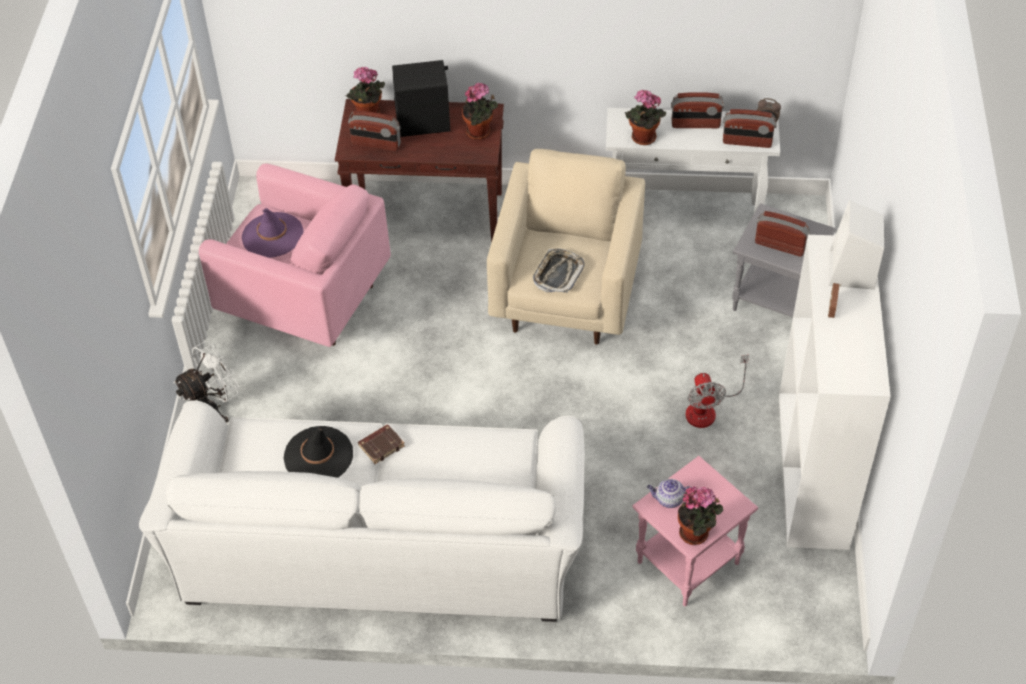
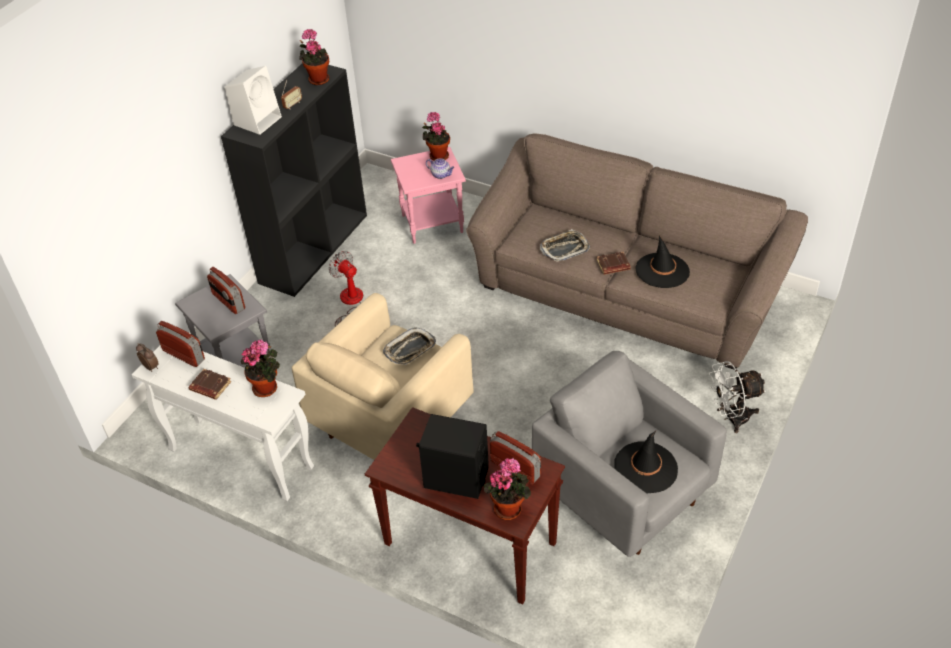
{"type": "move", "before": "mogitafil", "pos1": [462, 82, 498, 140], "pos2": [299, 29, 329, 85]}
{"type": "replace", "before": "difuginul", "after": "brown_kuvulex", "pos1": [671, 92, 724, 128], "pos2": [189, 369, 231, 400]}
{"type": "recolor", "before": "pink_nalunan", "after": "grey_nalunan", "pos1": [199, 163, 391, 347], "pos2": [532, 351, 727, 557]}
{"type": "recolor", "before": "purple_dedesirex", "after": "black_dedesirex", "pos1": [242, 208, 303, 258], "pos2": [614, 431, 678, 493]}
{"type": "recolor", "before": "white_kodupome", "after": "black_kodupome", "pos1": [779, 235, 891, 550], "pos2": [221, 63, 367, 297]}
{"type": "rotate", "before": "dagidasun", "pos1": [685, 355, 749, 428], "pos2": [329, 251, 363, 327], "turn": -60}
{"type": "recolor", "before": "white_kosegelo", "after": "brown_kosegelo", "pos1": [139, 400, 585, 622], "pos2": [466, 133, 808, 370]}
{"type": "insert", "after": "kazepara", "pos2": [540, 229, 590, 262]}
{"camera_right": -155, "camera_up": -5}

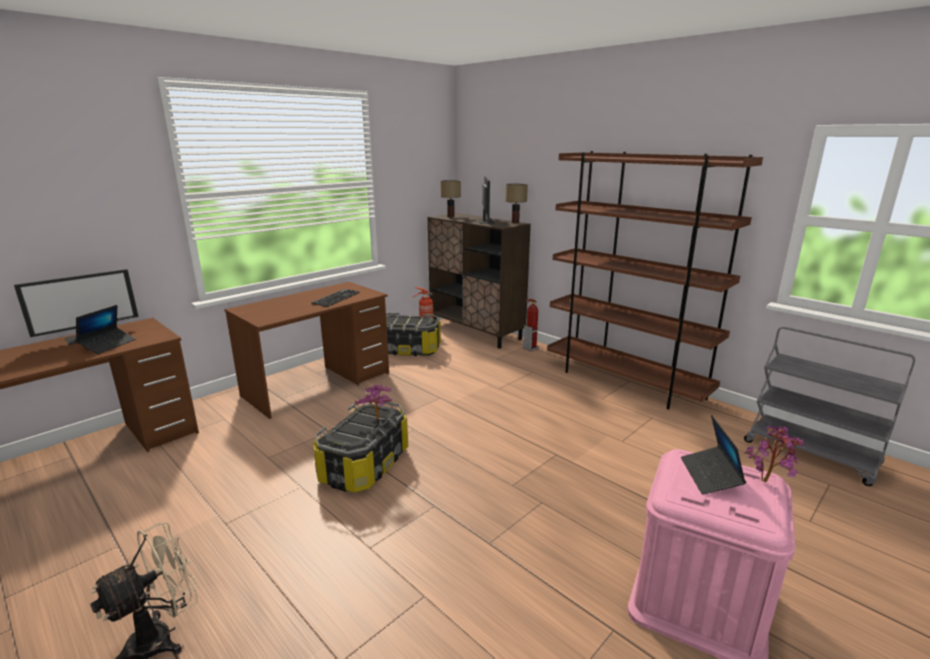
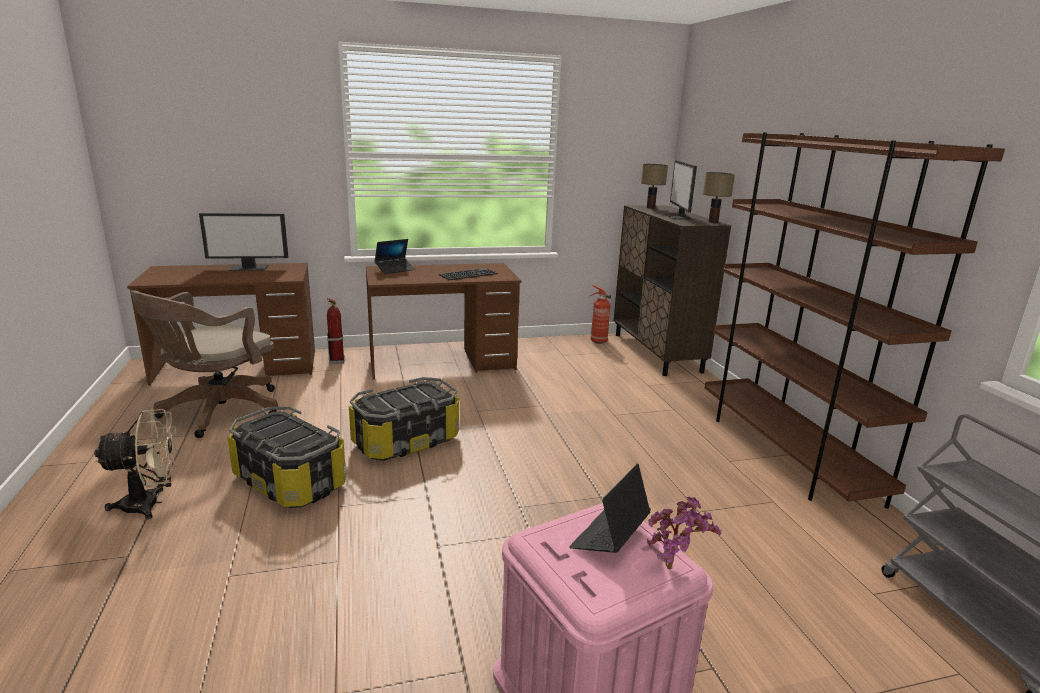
{"type": "rotate", "before": "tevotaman", "pos1": [478, 176, 495, 224], "pos2": [665, 160, 697, 220], "turn": 150}
{"type": "move", "before": "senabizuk", "pos1": [523, 299, 539, 352], "pos2": [327, 298, 345, 364]}
{"type": "move", "before": "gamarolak", "pos1": [76, 305, 136, 354], "pos2": [374, 239, 415, 274]}
{"type": "move", "before": "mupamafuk", "pos1": [386, 313, 441, 356], "pos2": [227, 406, 346, 508]}
{"type": "delete", "before": "mogitafil", "pos1": [355, 385, 392, 419]}
{"type": "insert", "after": "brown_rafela", "pos2": [130, 290, 278, 438]}
{"camera_right": 30, "camera_up": 0}

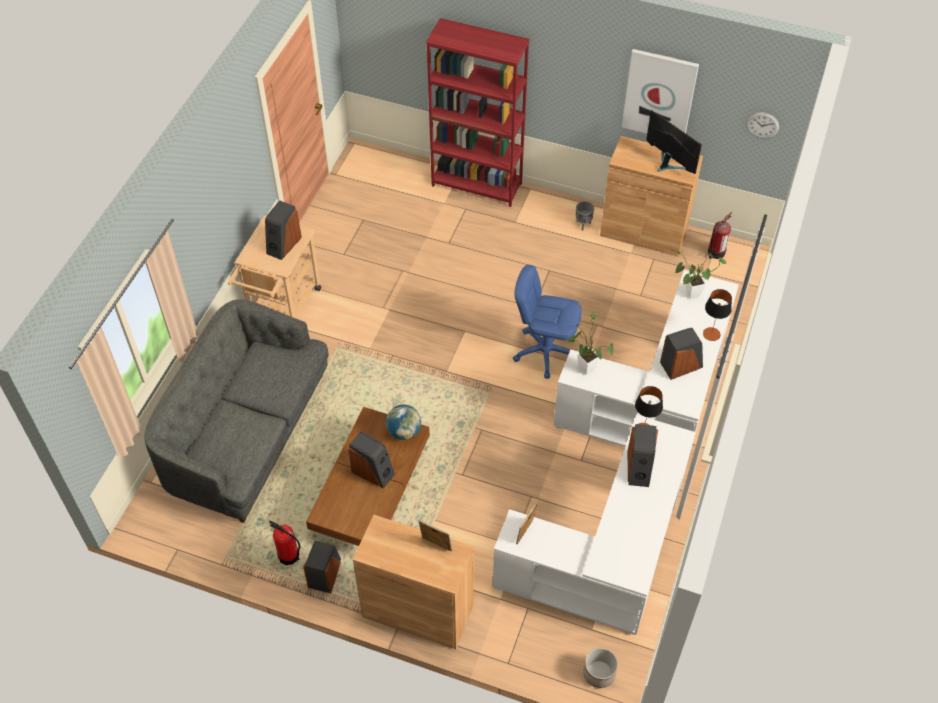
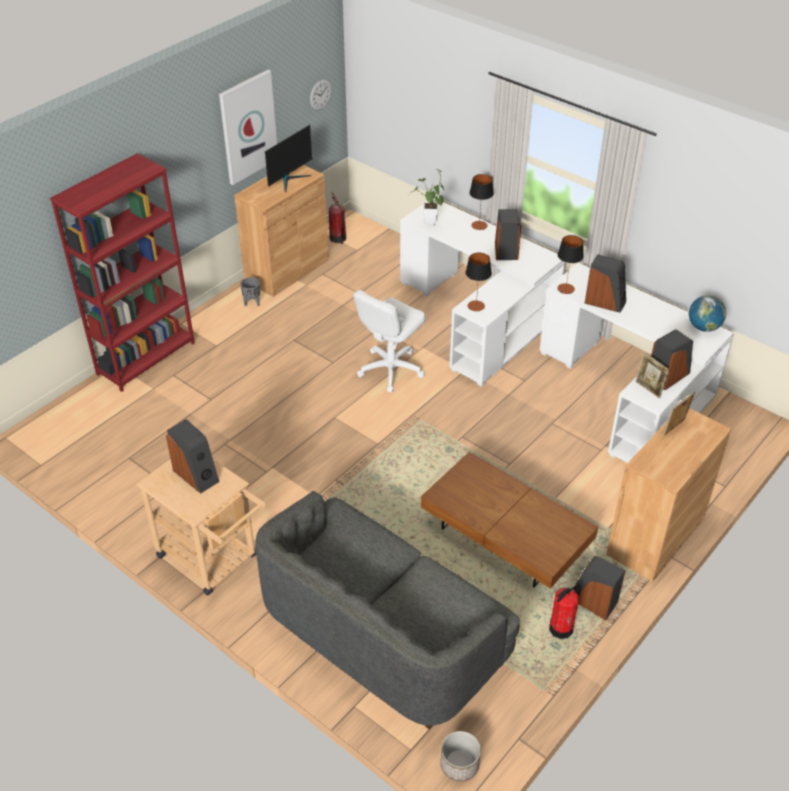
{"type": "rotate", "before": "tevotaman", "pos1": [646, 110, 702, 174], "pos2": [265, 125, 312, 192], "turn": 150}
{"type": "recolor", "before": "blue_rafela", "after": "white_rafela", "pos1": [513, 265, 581, 379], "pos2": [353, 290, 426, 392]}
{"type": "replace", "before": "mogitafil", "after": "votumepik", "pos1": [567, 313, 614, 375], "pos2": [465, 253, 492, 311]}
{"type": "move", "before": "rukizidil", "pos1": [386, 404, 421, 440], "pos2": [689, 295, 726, 332]}
{"type": "move", "before": "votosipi", "pos1": [349, 431, 395, 488], "pos2": [651, 329, 693, 390]}
{"type": "move", "before": "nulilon", "pos1": [583, 648, 618, 688], "pos2": [440, 731, 481, 782]}
{"camera_right": -70, "camera_up": -10}

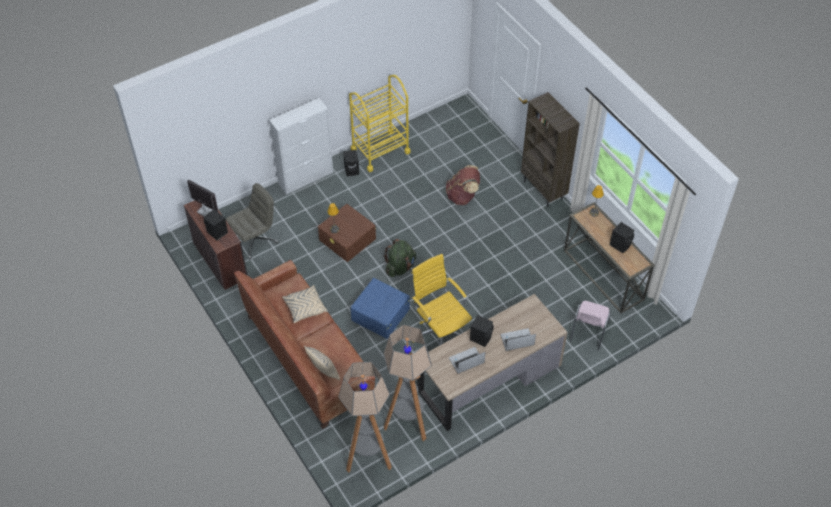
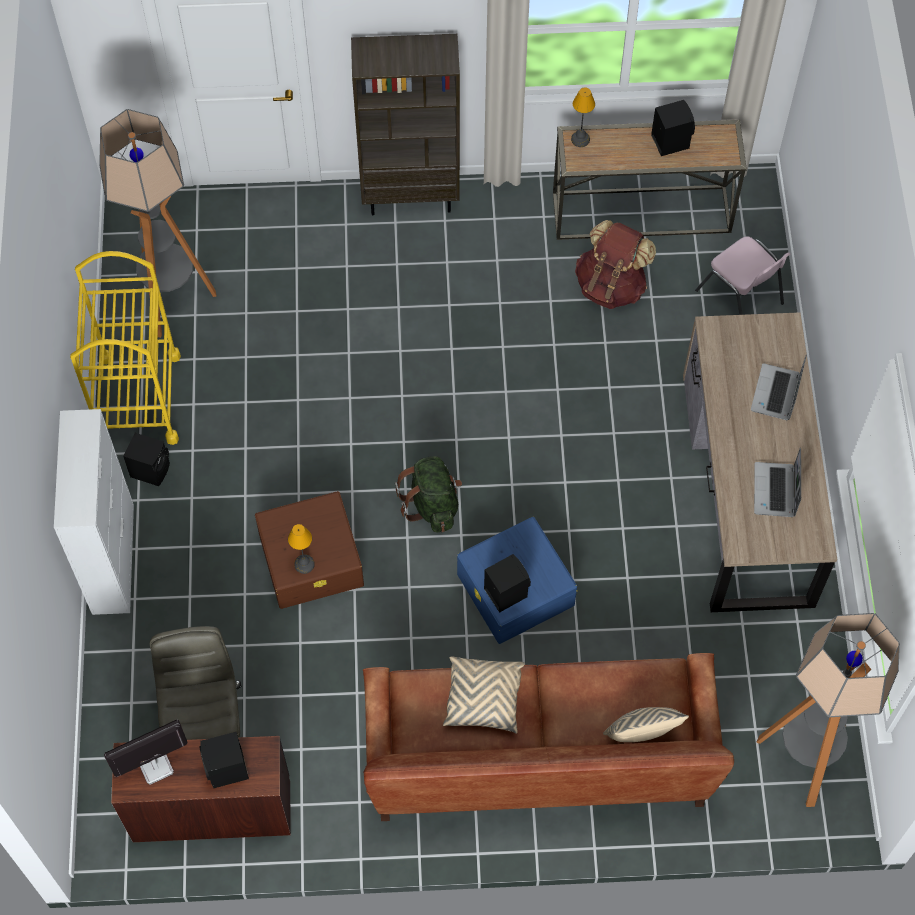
{"type": "move", "before": "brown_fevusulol", "pos1": [446, 165, 480, 205], "pos2": [575, 220, 656, 309]}
{"type": "delete", "before": "yellow_rafela", "pos1": [412, 254, 472, 345]}
{"type": "move", "before": "black_votosipi", "pos1": [470, 315, 494, 347], "pos2": [484, 554, 531, 613]}
{"type": "move", "before": "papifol", "pos1": [383, 324, 432, 441], "pos2": [99, 109, 217, 338]}
{"camera_right": -60, "camera_up": 10}

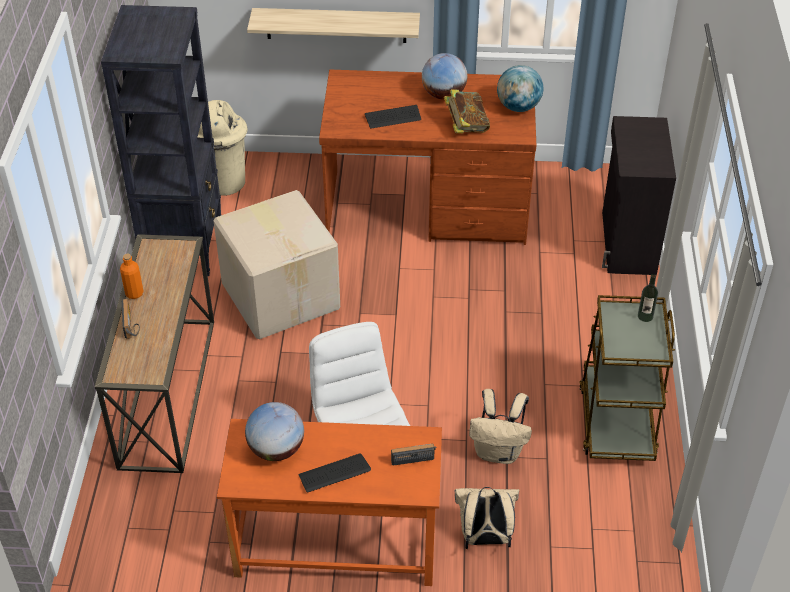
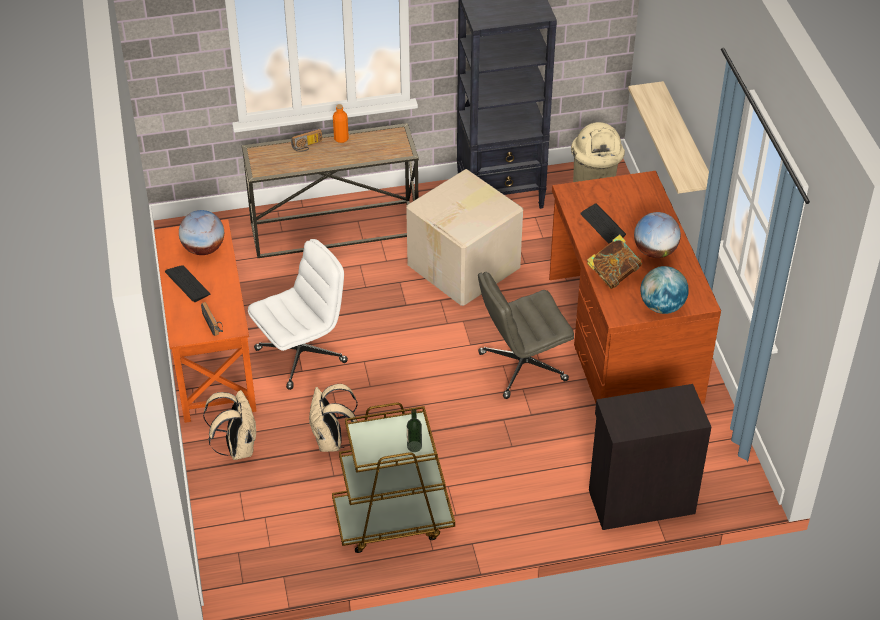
{"type": "insert", "after": "grey_rafela", "pos2": [478, 272, 574, 399]}
{"camera_right": 75, "camera_up": 0}

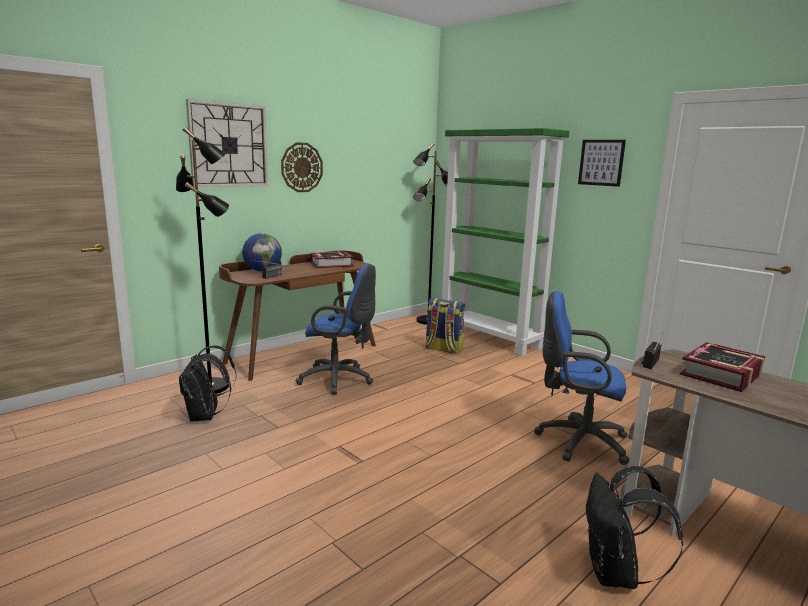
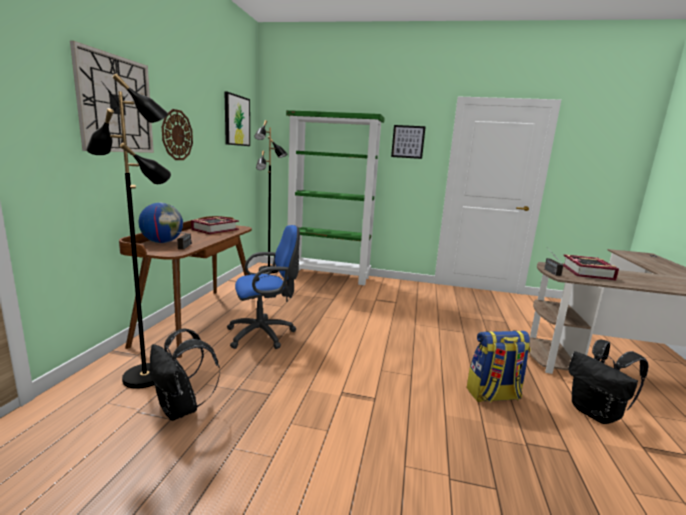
{"type": "delete", "before": "blue_rafela", "pos1": [534, 291, 629, 465]}
{"type": "move", "before": "fevusulol", "pos1": [425, 298, 465, 354], "pos2": [467, 330, 531, 402]}
{"type": "insert", "after": "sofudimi", "pos2": [225, 92, 250, 146]}
{"camera_right": -35, "camera_up": 0}

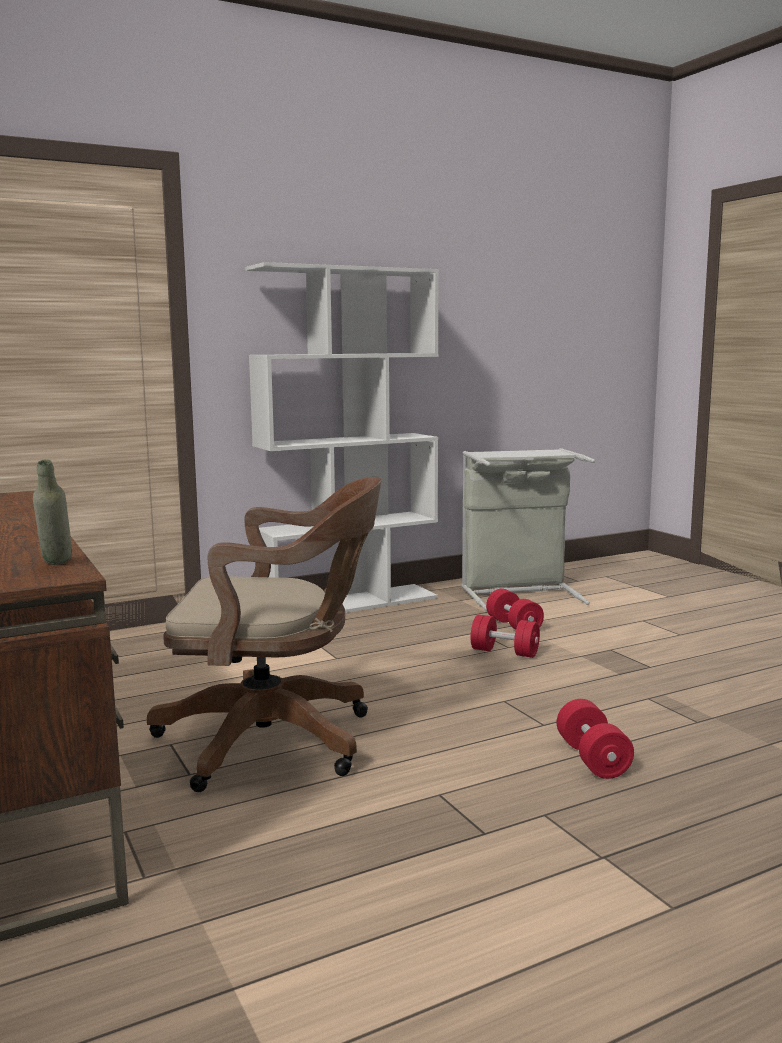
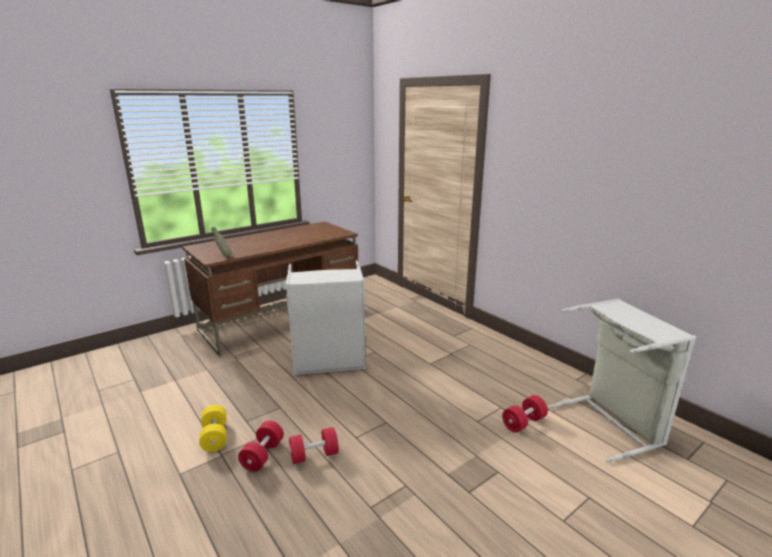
{"type": "delete", "before": "white_kodupome", "pos1": [245, 262, 439, 613]}
{"type": "replace", "before": "brown_rafela", "after": "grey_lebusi", "pos1": [147, 477, 382, 792], "pos2": [286, 260, 366, 375]}
{"type": "move", "before": "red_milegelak", "pos1": [471, 615, 540, 658], "pos2": [238, 421, 284, 472]}
{"type": "insert", "after": "yellow_milegelak", "pos2": [199, 405, 227, 452]}
{"camera_right": 80, "camera_up": 10}

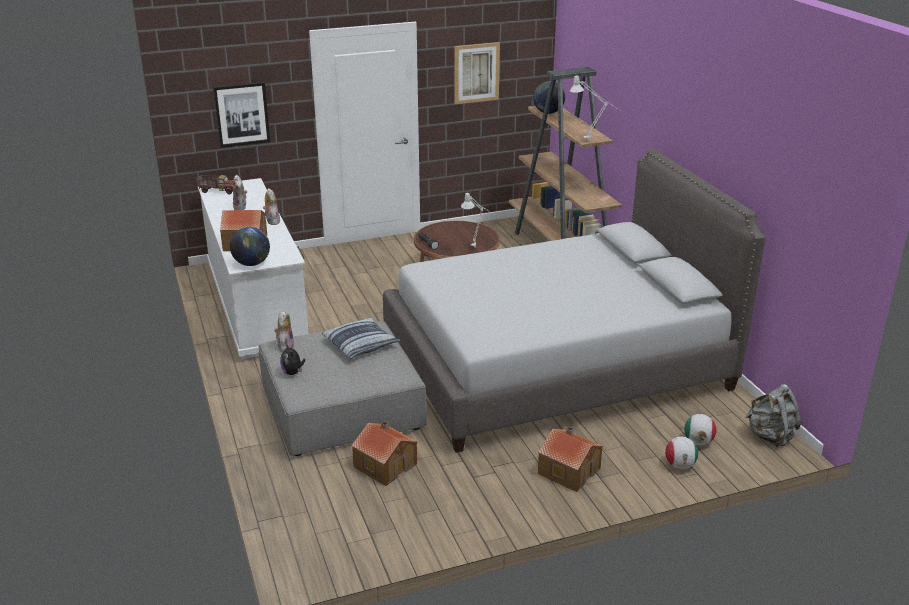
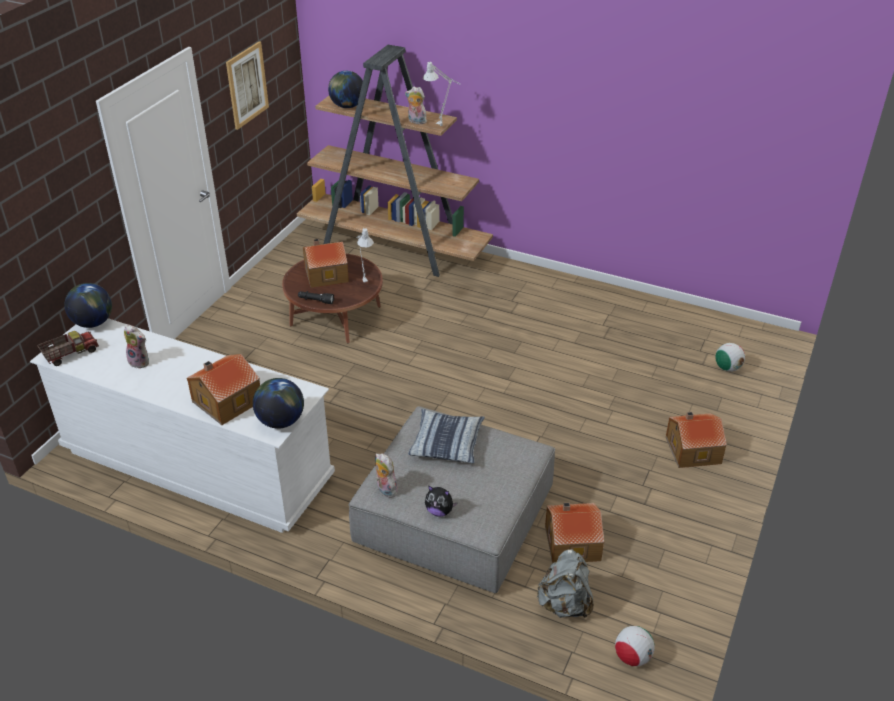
{"type": "delete", "before": "sofudimi", "pos1": [213, 82, 270, 148]}
{"type": "delete", "before": "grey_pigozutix", "pos1": [383, 148, 766, 453]}
{"type": "move", "before": "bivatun", "pos1": [263, 188, 280, 225], "pos2": [405, 86, 427, 124]}
{"type": "move", "before": "grey_fevusulol", "pos1": [745, 384, 802, 447], "pos2": [536, 549, 594, 618]}
{"type": "move", "before": "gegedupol", "pos1": [665, 437, 698, 469], "pos2": [615, 626, 655, 666]}
{"type": "insert", "after": "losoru", "pos2": [303, 239, 349, 288]}
{"type": "insert", "after": "rukizidil", "pos2": [64, 283, 112, 328]}
{"camera_right": -45, "camera_up": 10}

